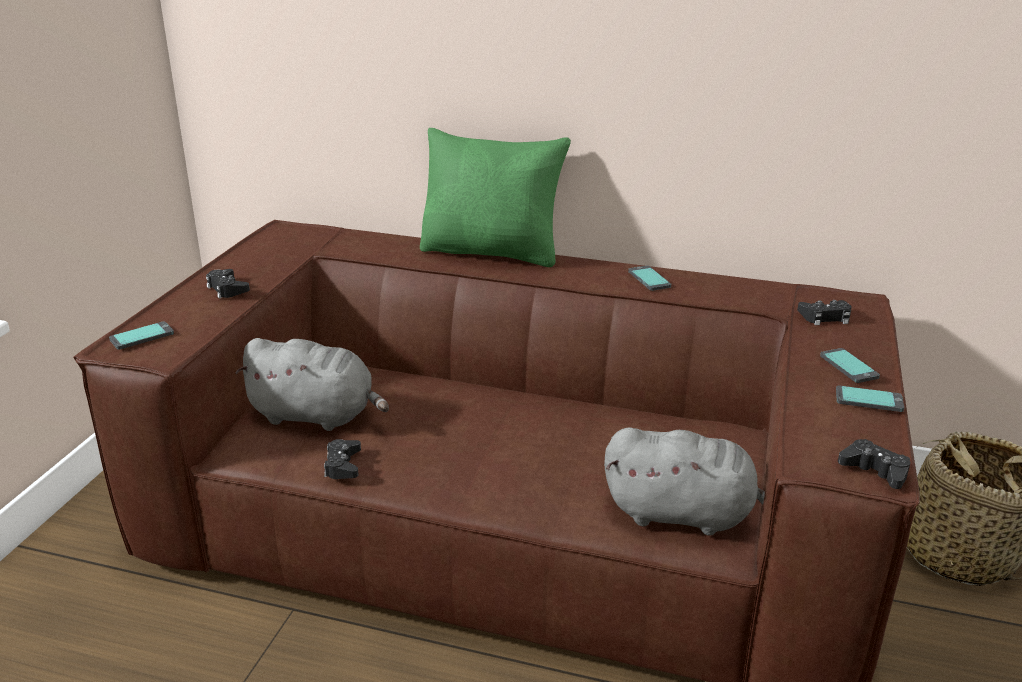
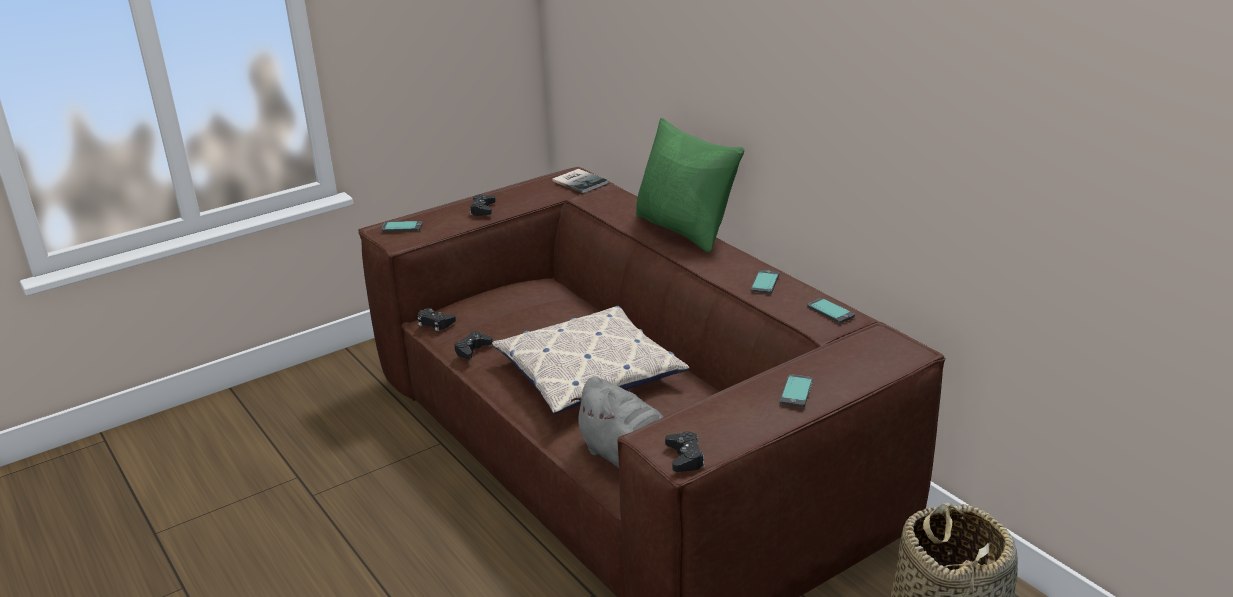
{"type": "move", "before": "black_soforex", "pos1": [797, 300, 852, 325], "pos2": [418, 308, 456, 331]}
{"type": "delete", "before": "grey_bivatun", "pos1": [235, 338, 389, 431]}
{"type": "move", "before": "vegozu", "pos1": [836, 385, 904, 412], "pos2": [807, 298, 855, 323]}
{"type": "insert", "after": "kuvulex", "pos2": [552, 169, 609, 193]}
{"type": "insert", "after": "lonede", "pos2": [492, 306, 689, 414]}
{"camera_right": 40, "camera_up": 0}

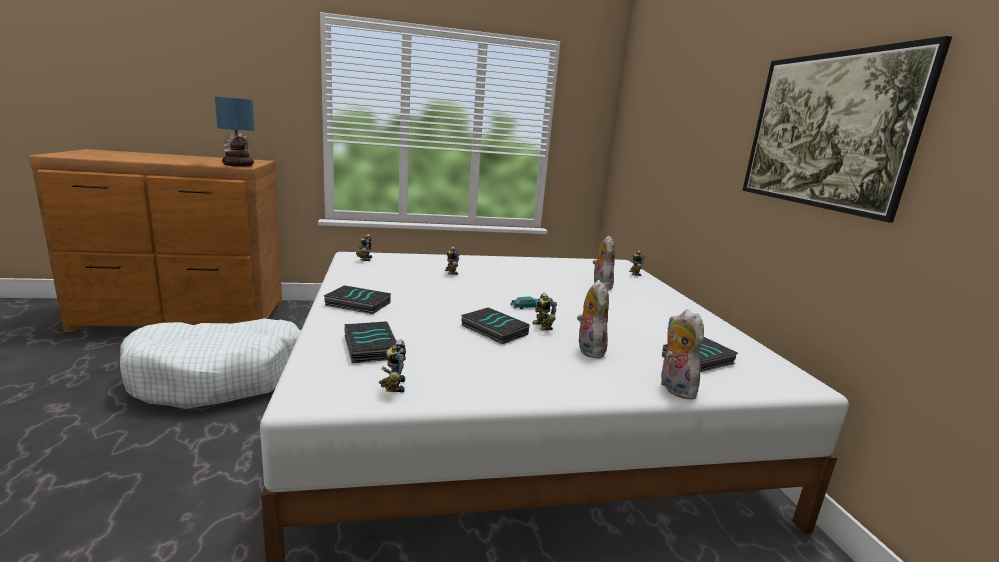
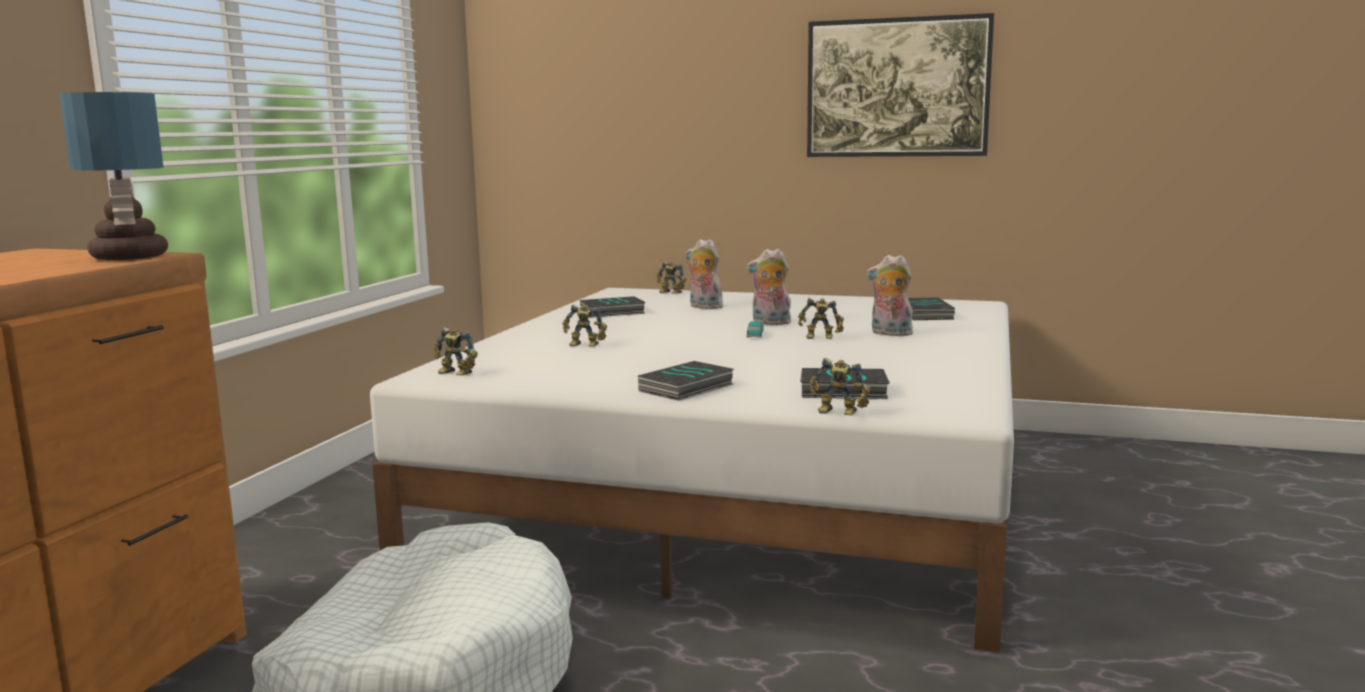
{"type": "move", "before": "kuvulex", "pos1": [461, 307, 530, 344], "pos2": [580, 296, 646, 318]}
{"type": "move", "before": "bivatun", "pos1": [661, 309, 704, 400], "pos2": [746, 249, 791, 325]}
{"type": "move", "before": "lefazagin", "pos1": [379, 339, 406, 392], "pos2": [809, 358, 871, 415]}
{"camera_right": -60, "camera_up": -5}

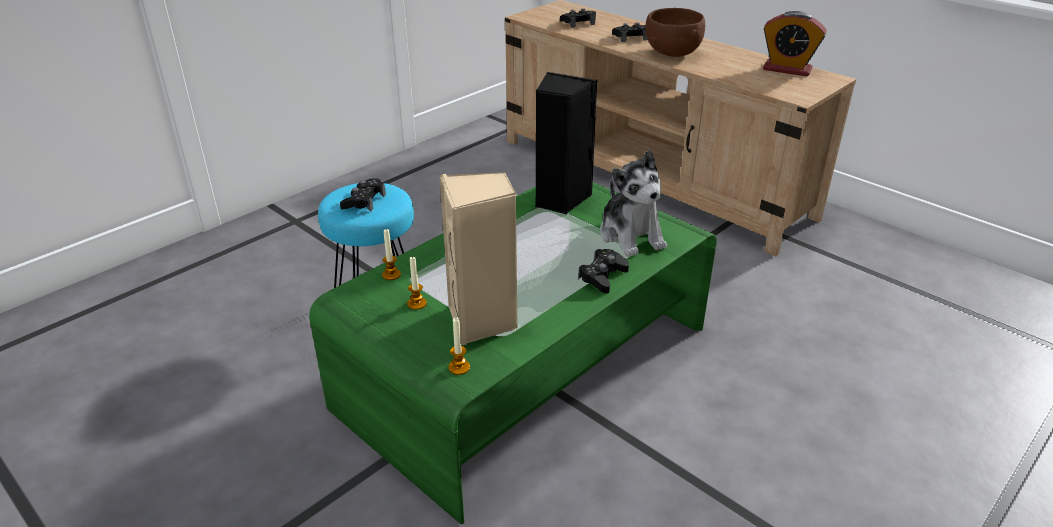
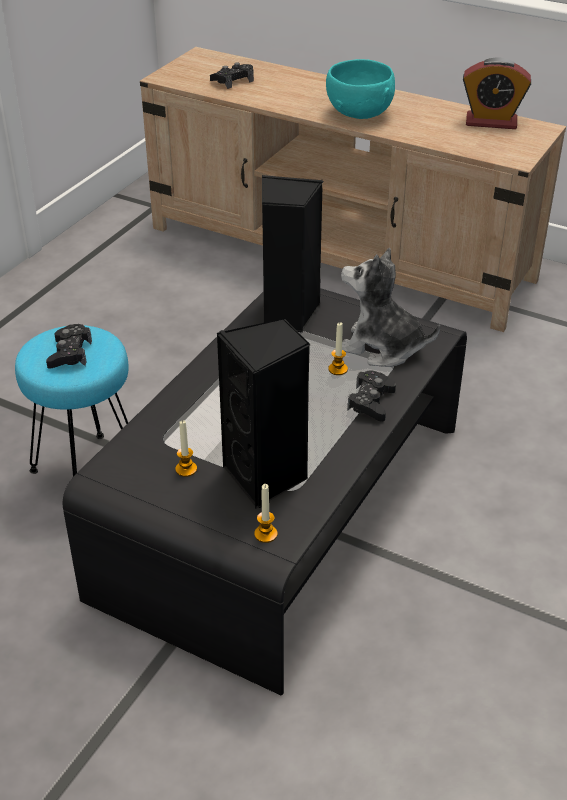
{"type": "recolor", "before": "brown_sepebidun", "after": "turquoise_sepebidun", "pos1": [645, 8, 705, 57], "pos2": [326, 59, 395, 119]}
{"type": "delete", "before": "black_soforex", "pos1": [612, 23, 648, 42]}
{"type": "rotate", "before": "bivatun", "pos1": [600, 150, 667, 257], "pos2": [341, 248, 440, 367], "turn": 150}
{"type": "recolor", "before": "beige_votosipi", "after": "black_votosipi", "pos1": [440, 172, 518, 345], "pos2": [217, 318, 310, 509]}
{"type": "recolor", "before": "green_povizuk", "after": "black_povizuk", "pos1": [309, 182, 717, 524], "pos2": [63, 288, 467, 695]}
{"type": "move", "before": "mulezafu", "pos1": [382, 229, 401, 280], "pos2": [328, 322, 348, 375]}
{"camera_right": -15, "camera_up": 5}

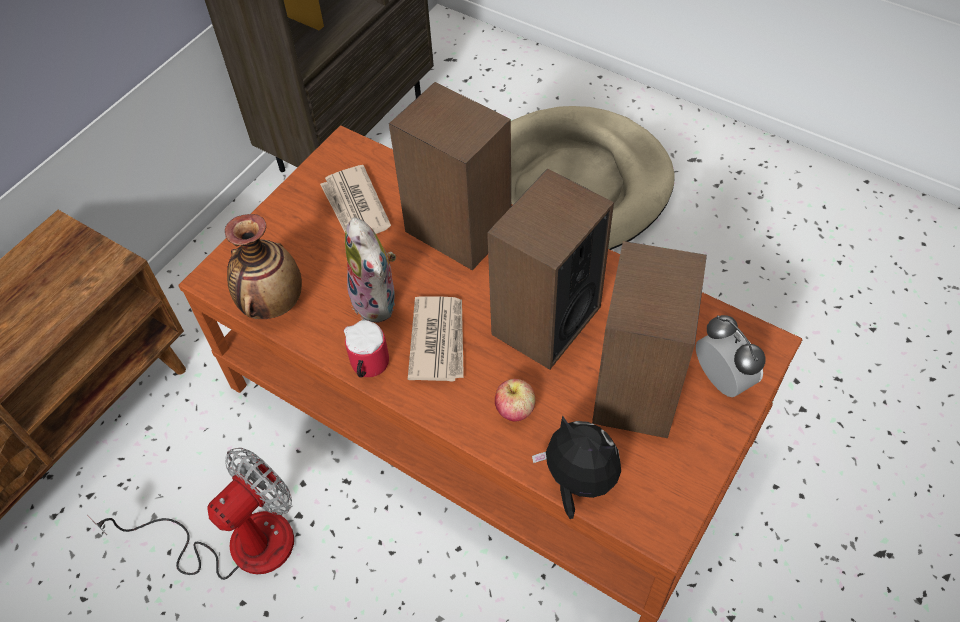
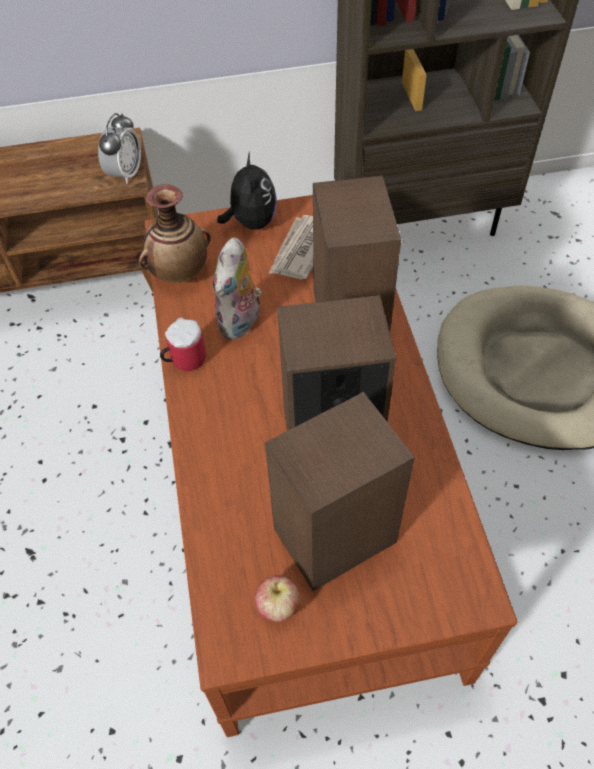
{"type": "delete", "before": "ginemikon", "pos1": [408, 296, 464, 381]}
{"type": "move", "before": "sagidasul", "pos1": [696, 315, 766, 397], "pos2": [98, 113, 141, 184]}
{"type": "move", "before": "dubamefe", "pos1": [495, 379, 536, 422], "pos2": [255, 575, 300, 622]}
{"type": "move", "before": "bivatun", "pos1": [532, 415, 621, 519], "pos2": [217, 152, 277, 229]}
{"type": "delete", "before": "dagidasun", "pos1": [87, 448, 294, 580]}
{"camera_right": 45, "camera_up": 0}

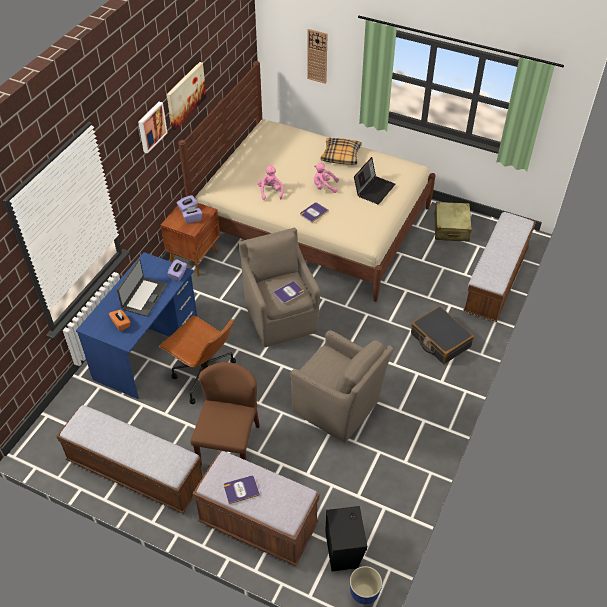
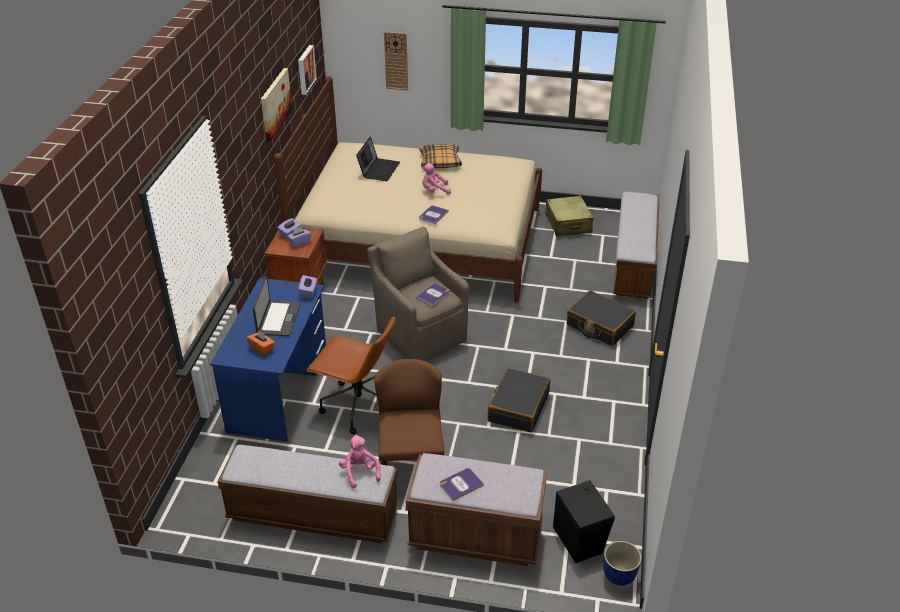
{"type": "move", "before": "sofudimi", "pos1": [138, 102, 167, 154], "pos2": [298, 45, 317, 95]}
{"type": "move", "before": "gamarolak", "pos1": [354, 157, 395, 205], "pos2": [356, 137, 400, 181]}
{"type": "move", "before": "pink_bivatun", "pos1": [257, 165, 284, 200], "pos2": [339, 435, 381, 489]}
{"type": "replace", "before": "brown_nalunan", "after": "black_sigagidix", "pos1": [290, 330, 394, 443], "pos2": [488, 368, 550, 433]}
{"camera_right": -15, "camera_up": -10}

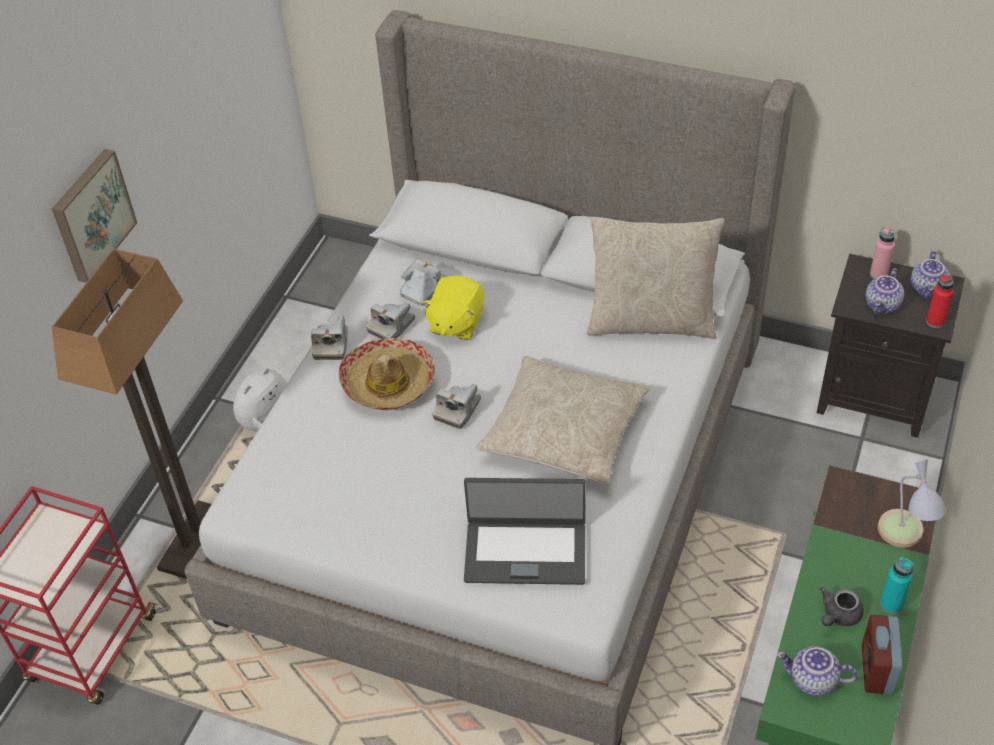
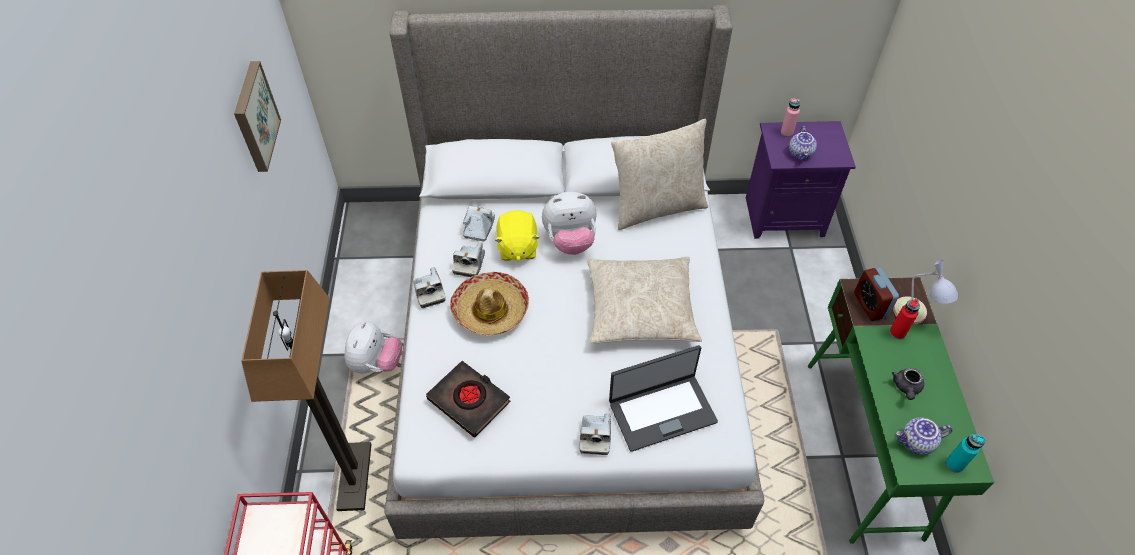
{"type": "move", "before": "sofudimi", "pos1": [52, 149, 137, 283], "pos2": [234, 61, 281, 172]}
{"type": "delete", "before": "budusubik", "pos1": [911, 251, 949, 298]}
{"type": "recolor", "before": "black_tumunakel", "after": "purple_tumunakel", "pos1": [817, 254, 965, 438], "pos2": [746, 121, 856, 239]}
{"type": "move", "before": "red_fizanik", "pos1": [926, 275, 954, 328], "pos2": [890, 299, 920, 340]}
{"type": "move", "before": "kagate", "pos1": [432, 383, 481, 429], "pos2": [579, 413, 611, 455]}
{"type": "move", "before": "turquoise_fizanik", "pos1": [880, 557, 914, 614], "pos2": [946, 434, 986, 473]}
{"type": "move", "before": "sagidasul", "pos1": [862, 615, 903, 695], "pos2": [854, 267, 899, 321]}
{"type": "insert", "after": "bivatun", "pos2": [542, 192, 597, 255]}
{"type": "insert", "after": "black_kuvulex", "pos2": [426, 361, 511, 437]}
{"camera_right": -25, "camera_up": 5}

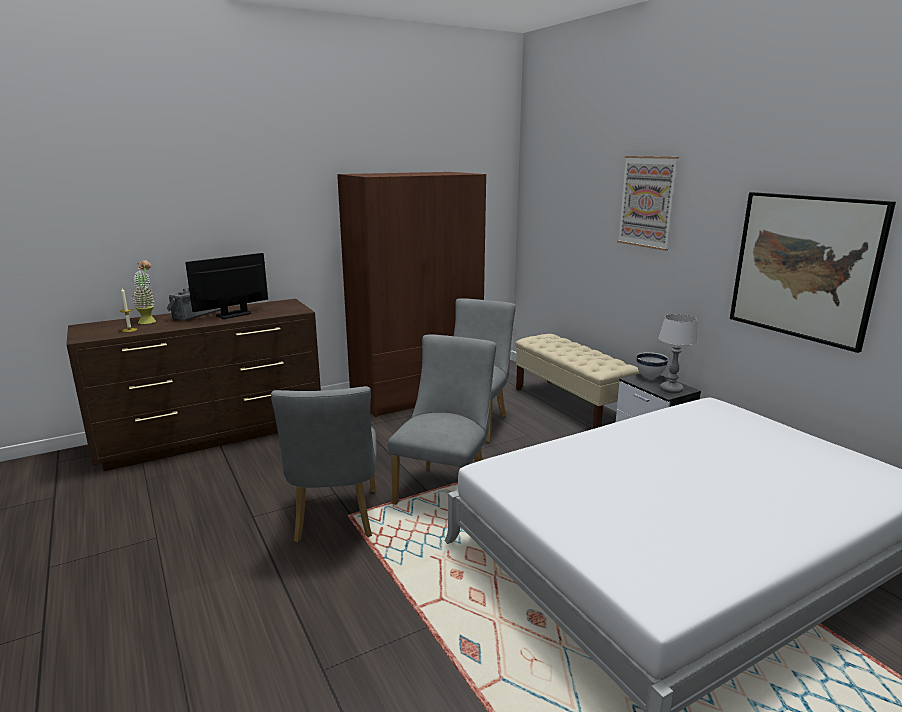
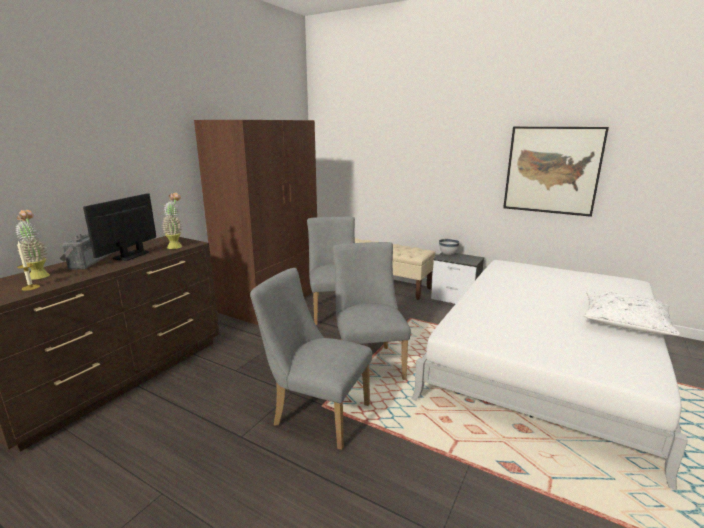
{"type": "delete", "before": "sofudimi", "pos1": [617, 156, 679, 251]}
{"type": "delete", "before": "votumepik", "pos1": [658, 314, 698, 393]}
{"type": "rotate", "before": "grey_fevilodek", "pos1": [271, 386, 377, 542], "pos2": [250, 268, 372, 450], "turn": 150}
{"type": "insert", "after": "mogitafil", "pos2": [162, 193, 183, 249]}
{"type": "insert", "after": "white_lonede", "pos2": [584, 291, 681, 336]}
{"camera_right": -30, "camera_up": 0}

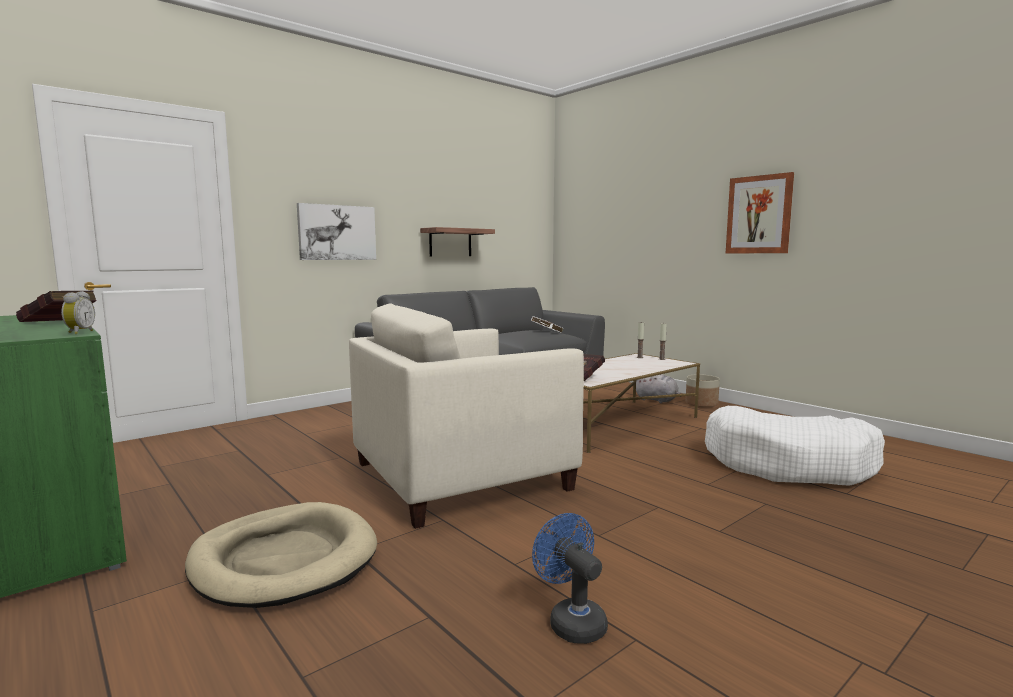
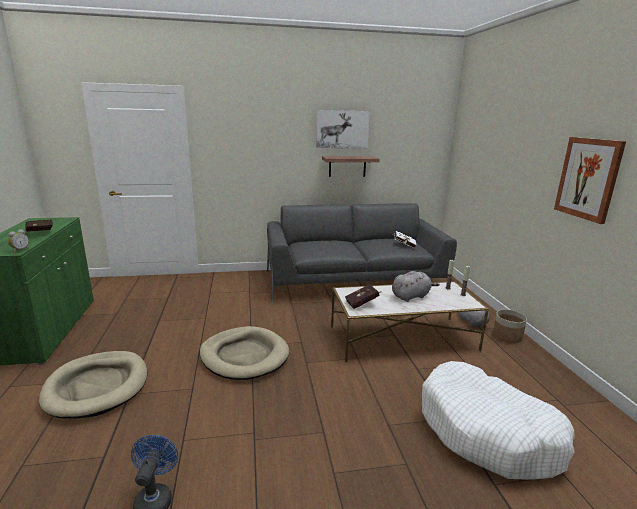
{"type": "move", "before": "sofudimi", "pos1": [297, 203, 376, 260], "pos2": [316, 110, 370, 148]}
{"type": "replace", "before": "beige_nalunan", "after": "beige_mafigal", "pos1": [349, 304, 584, 529], "pos2": [200, 326, 289, 380]}
{"type": "insert", "after": "grey_bivatun", "pos2": [392, 271, 440, 302]}
{"camera_right": 30, "camera_up": 10}

